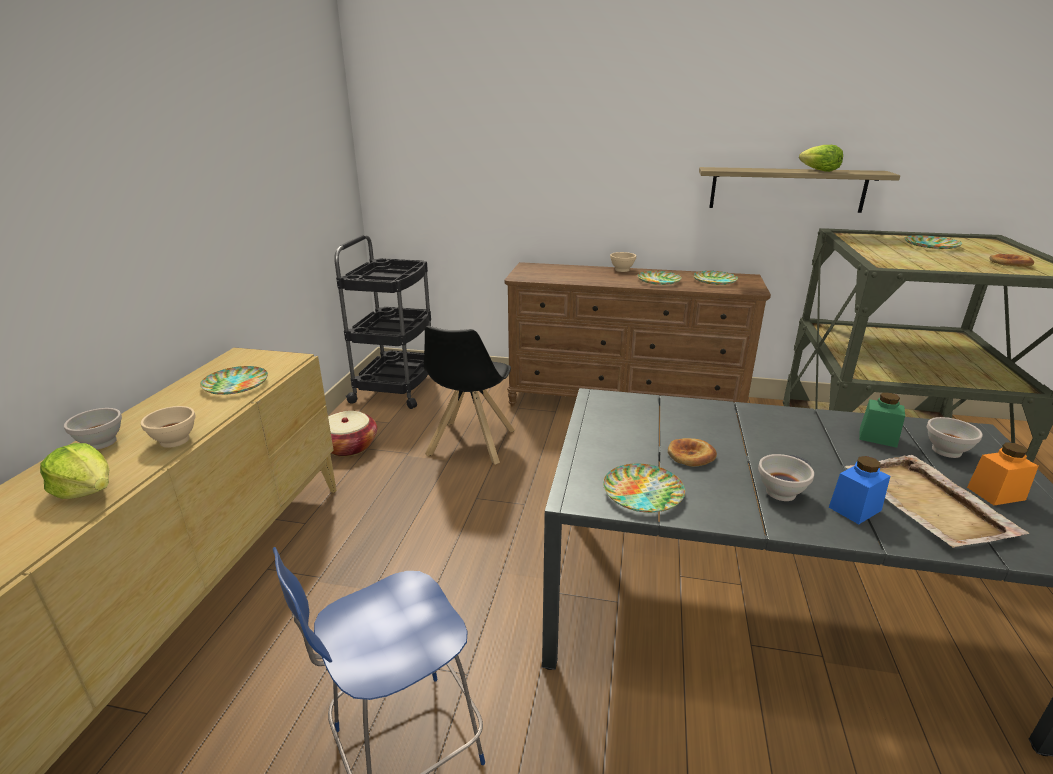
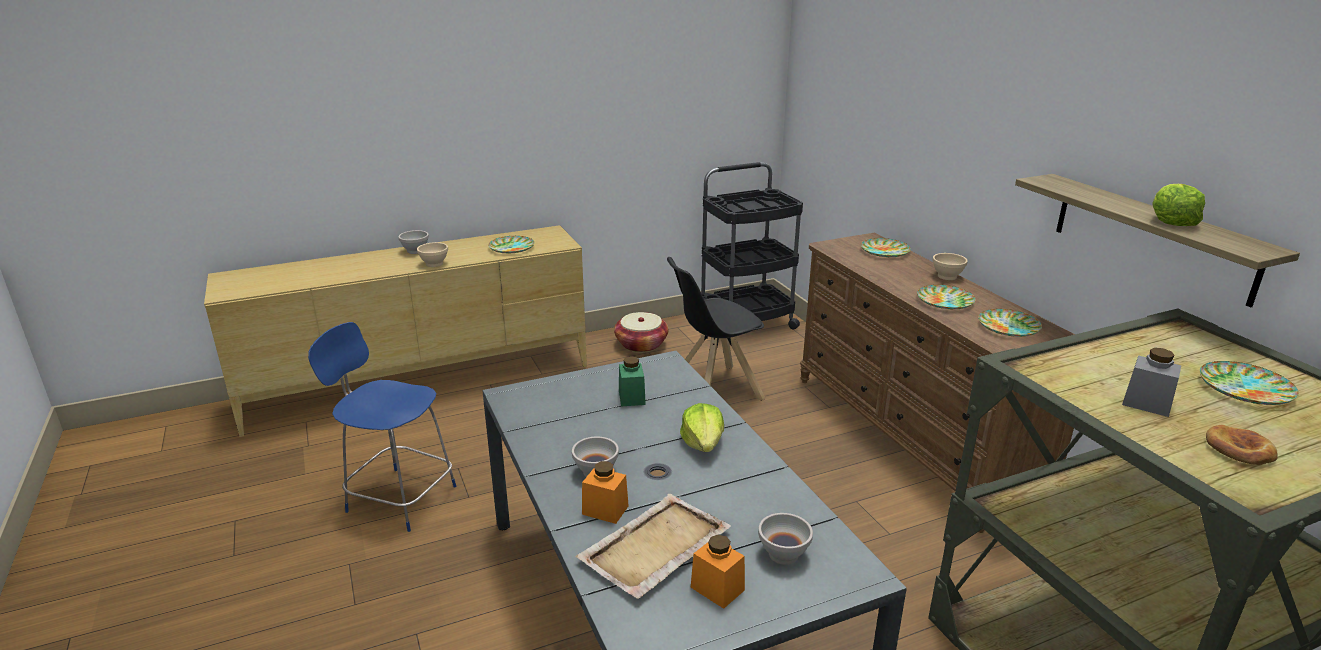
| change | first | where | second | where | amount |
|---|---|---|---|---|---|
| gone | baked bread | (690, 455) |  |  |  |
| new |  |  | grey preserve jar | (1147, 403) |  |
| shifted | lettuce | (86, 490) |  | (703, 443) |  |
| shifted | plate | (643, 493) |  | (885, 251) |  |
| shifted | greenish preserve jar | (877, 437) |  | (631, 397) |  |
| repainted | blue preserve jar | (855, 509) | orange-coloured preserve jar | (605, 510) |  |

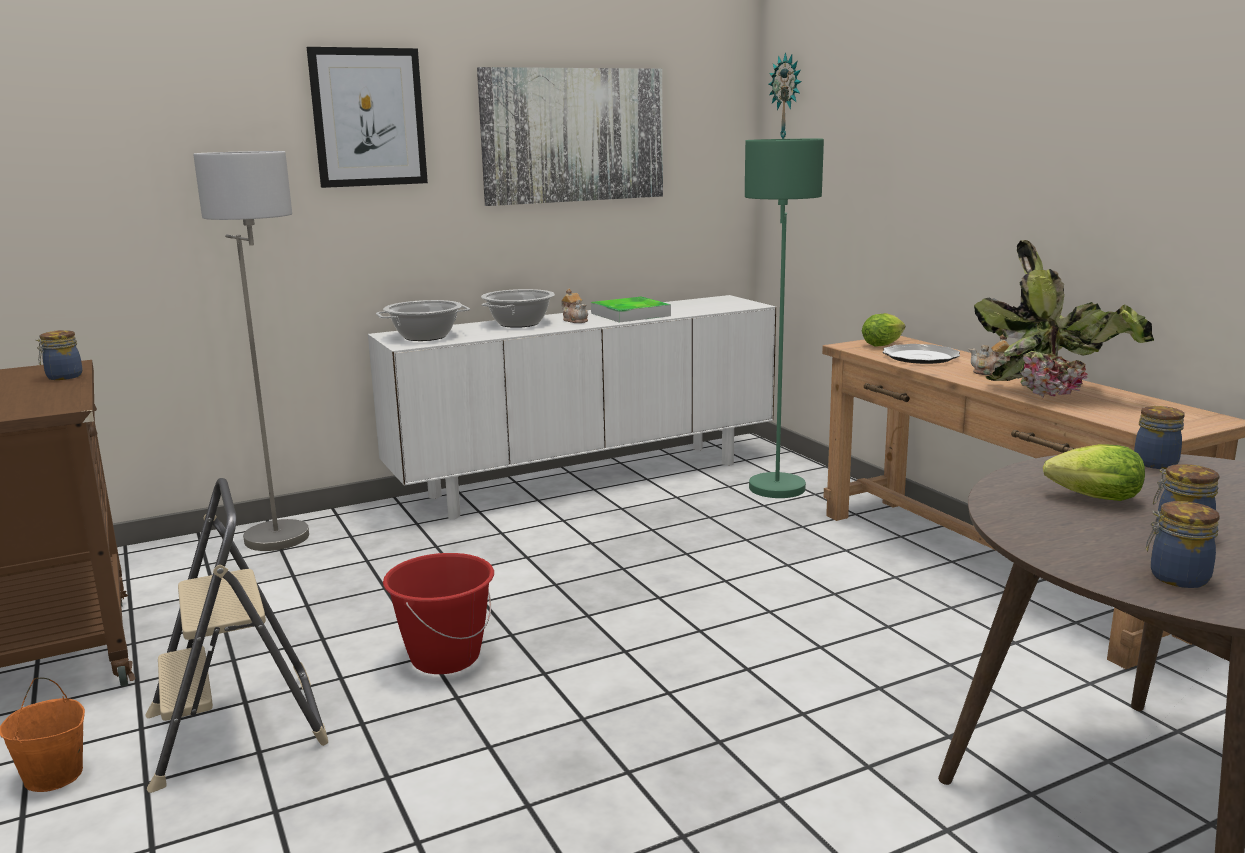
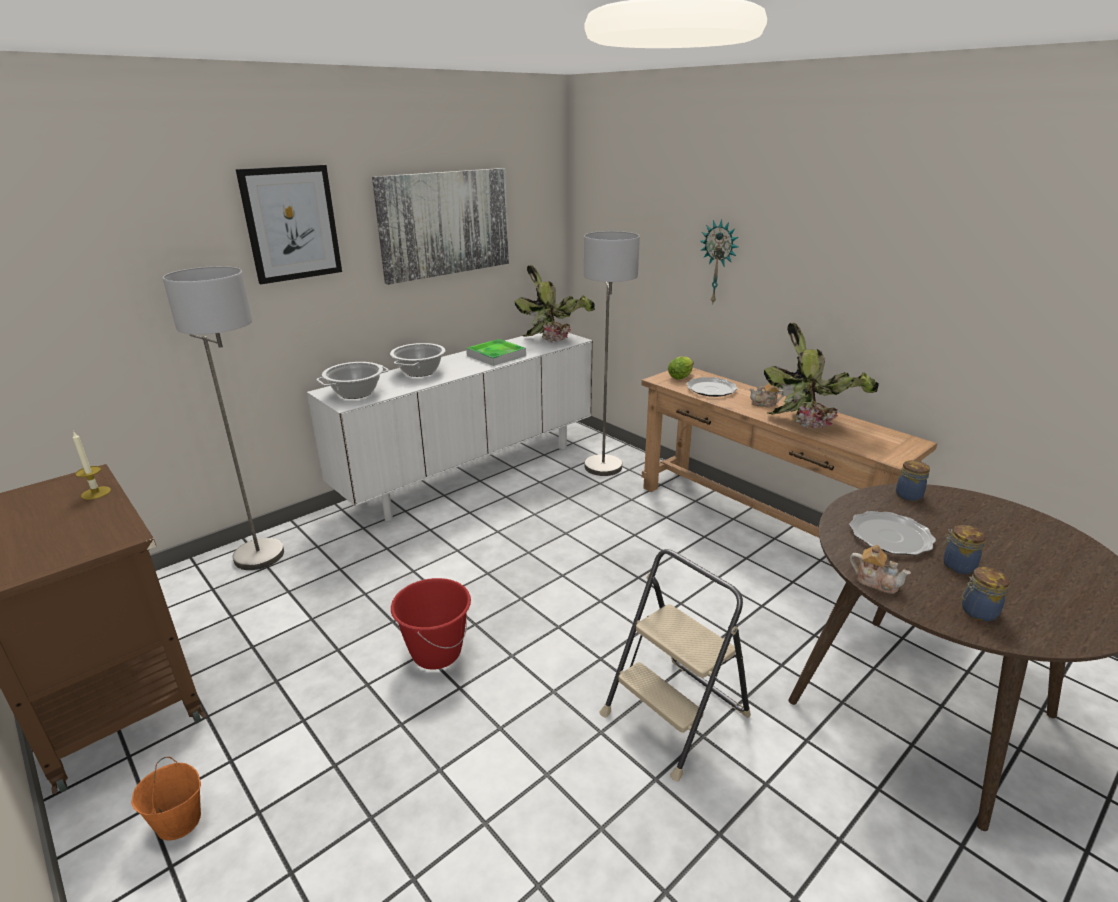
| change | first | where | second | where | amount |
|---|---|---|---|---|---|
| new |  |  | potted plant | (555, 339) |  |
| shifted | beige-coloured stepladder | (244, 727) |  | (680, 712) |  |
| shifted | teapot | (575, 320) |  | (875, 582) |  |
| shifted | clock on the wall | (787, 106) |  | (719, 262) |  |
| swapped | preserve jar | (63, 377) | wax candle | (96, 493) |  |
| swapped | lettuce | (1089, 498) | plate | (890, 536) |  |
| repainted | greenish floor lamp | (776, 494) | grey floor lamp | (604, 472) |  |

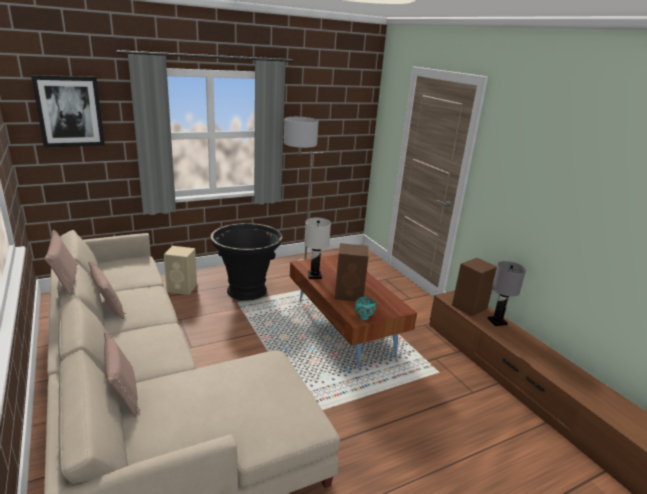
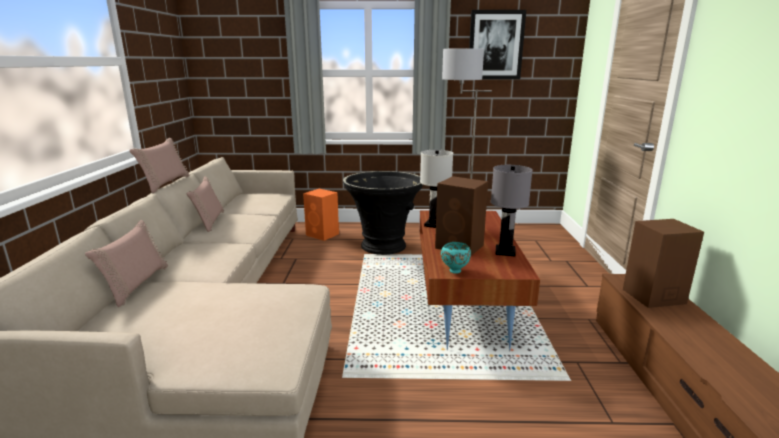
| change | first | where | second | where | amount |
|---|---|---|---|---|---|
| shifted | wall art | (70, 111) |  | (495, 45) |  |
| shifted | grey tabletop lamp | (497, 322) |  | (505, 252) |  |
| repainted | beige-coloured audio speaker | (182, 288) | orange-coloured audio speaker | (323, 235) |  |

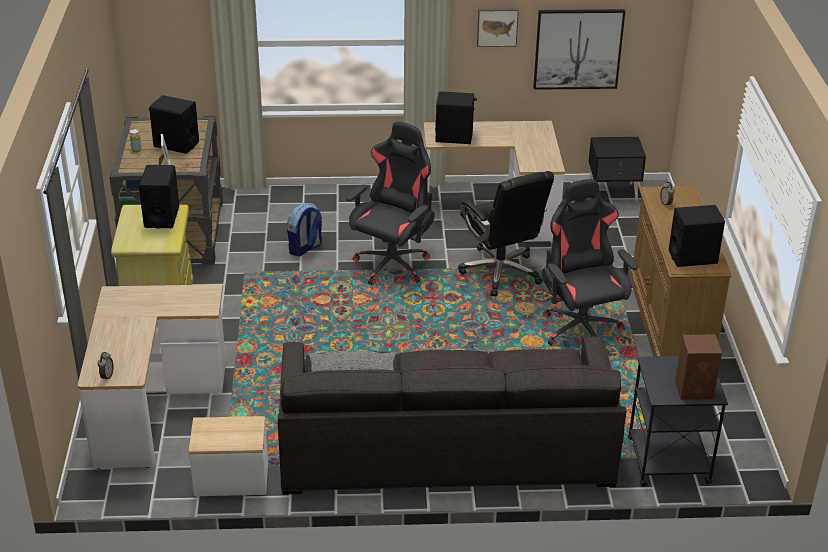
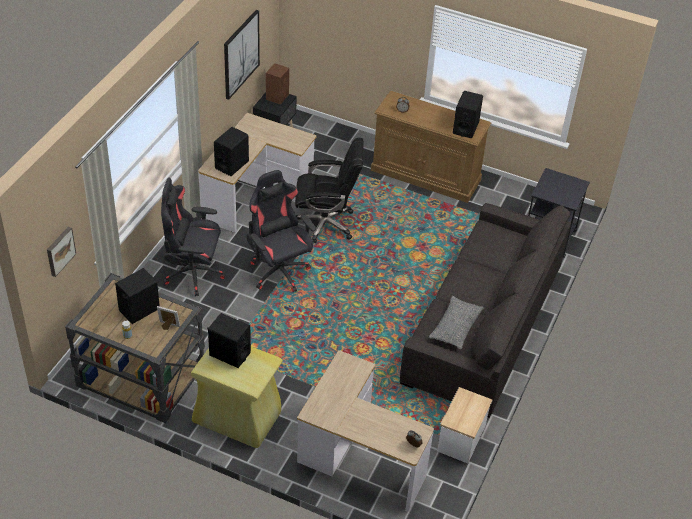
| change | first | where | second | where | amount |
|---|---|---|---|---|---|
| gone | knapsack | (305, 248) |  |  |  |
| shifted | wall art | (497, 26) |  | (59, 251) |  |
| shifted | black desk chair | (581, 330) |  | (194, 273) |  |
| shifted | brown-coloured audio speaker | (695, 390) |  | (277, 96) |  |

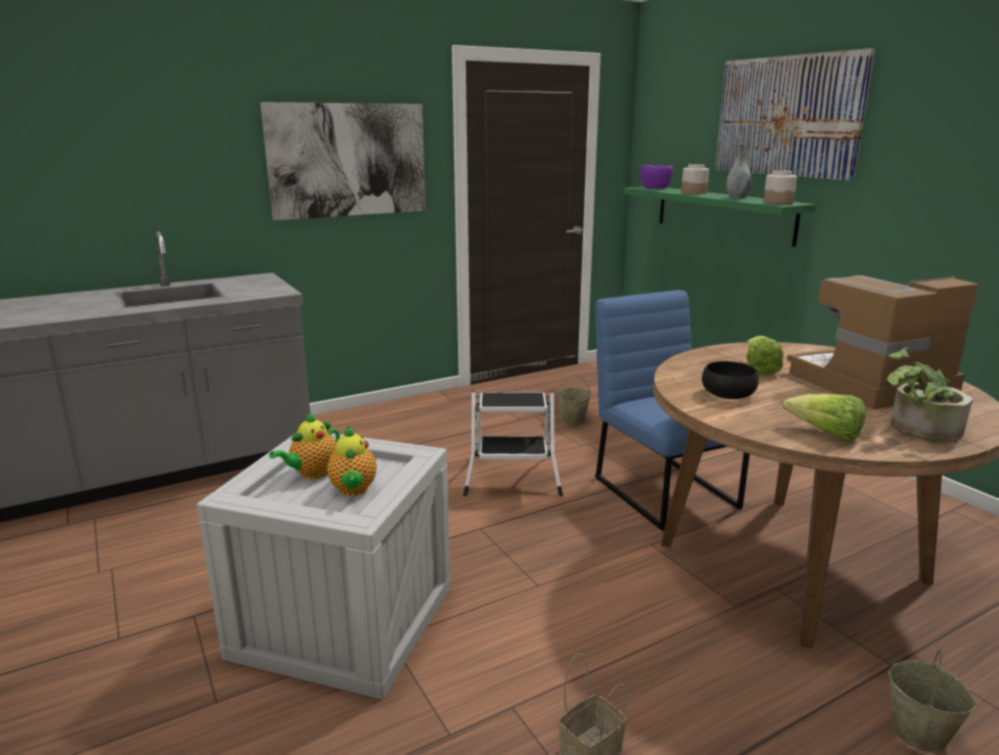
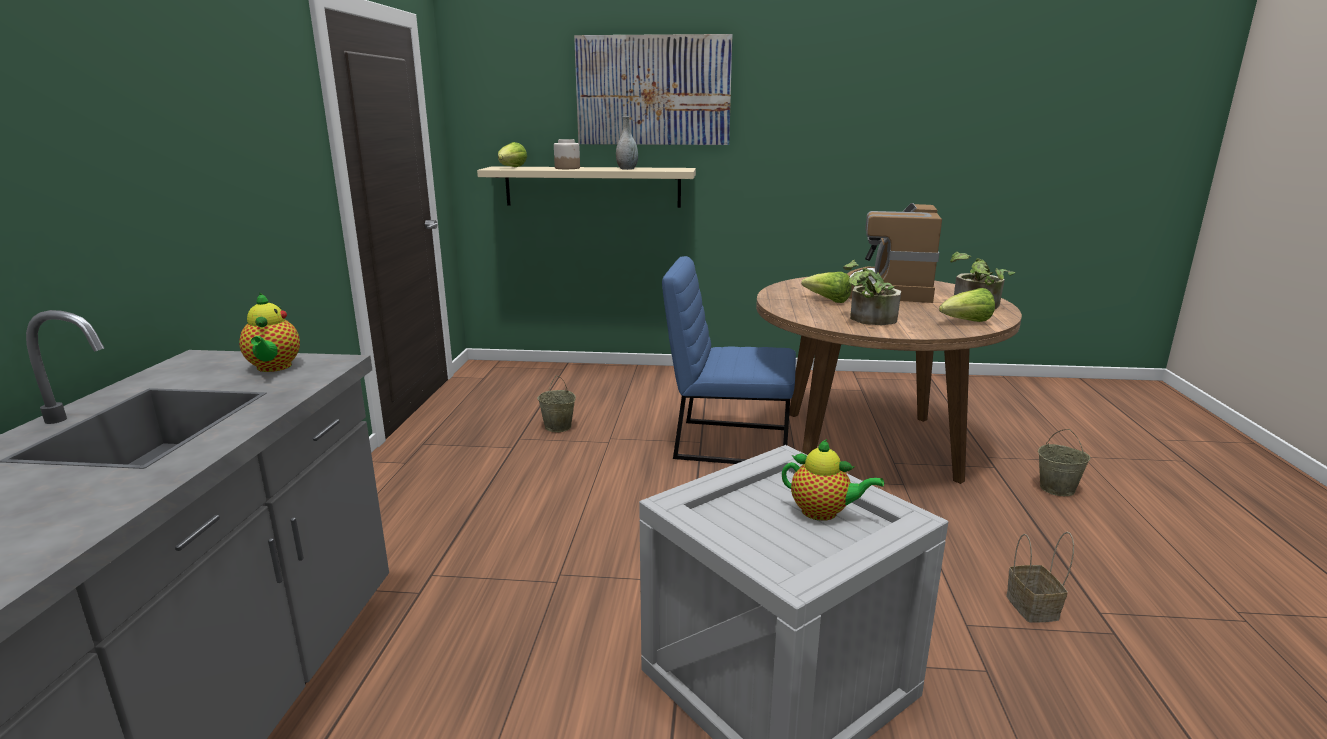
| change | first | where | second | where | amount |
|---|---|---|---|---|---|
| gone | wall art | (348, 160) |  |  |  |
| gone | stepladder | (512, 475) |  |  |  |
| gone | preserve jar | (777, 203) |  |  |  |
| shifted | teapot | (312, 474) |  | (273, 368) |  |
| swapped | purple deep dish | (656, 188) | lettuce | (511, 168) |  |
| swapped | black deep dish | (727, 394) | potted plant | (868, 319) |  |
| repainted | greenish shelf | (723, 214) | beige-coloured shelf | (592, 186) |  |

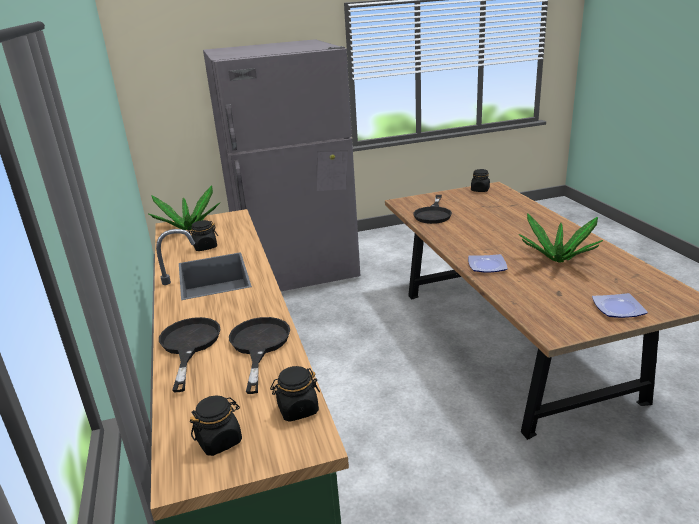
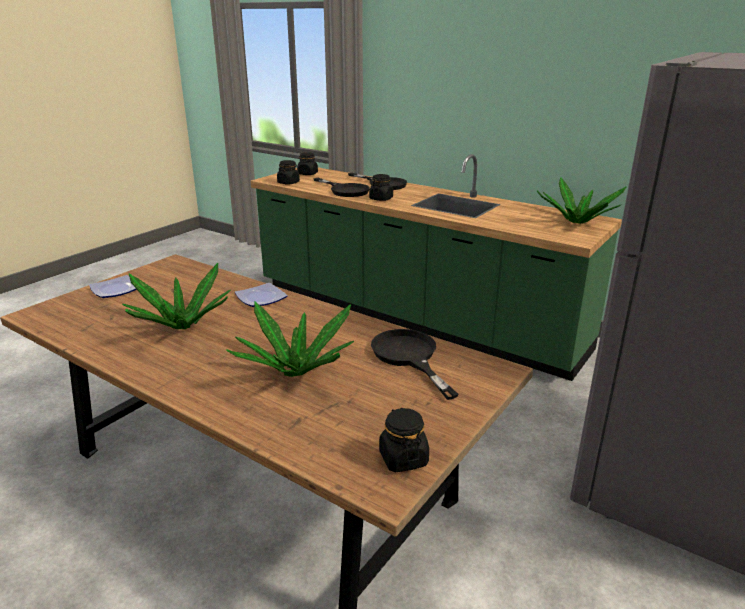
| change | first | where | second | where | amount |
|---|---|---|---|---|---|
| new |  |  | potted plant | (296, 371) |  |
| shifted | black preserve jar | (205, 247) |  | (381, 199) |  |

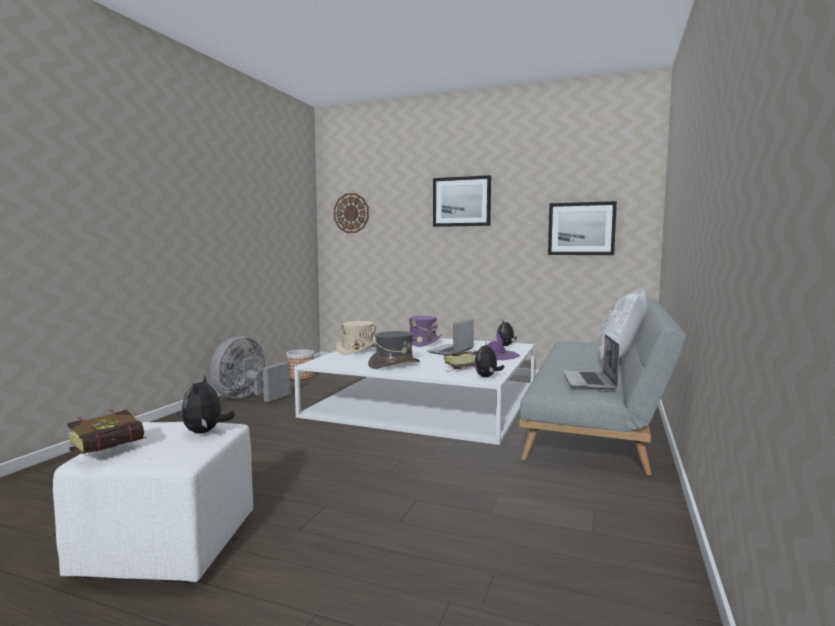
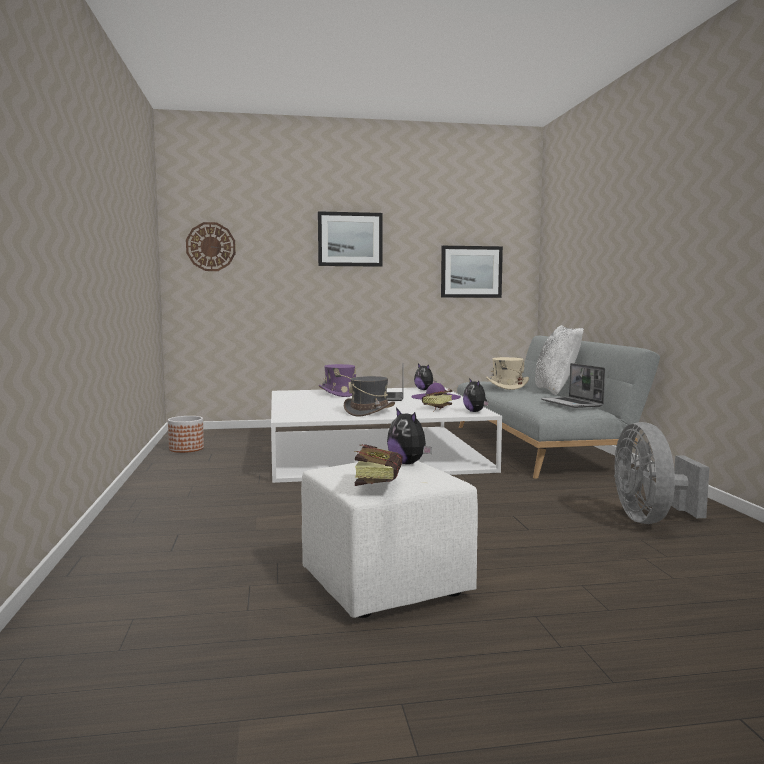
| change | first | where | second | where | amount |
|---|---|---|---|---|---|
| shifted | grey fan | (248, 398) |  | (651, 519) |  |
| shifted | beige-coloured clothing hat | (358, 350) |  | (506, 386) |  |

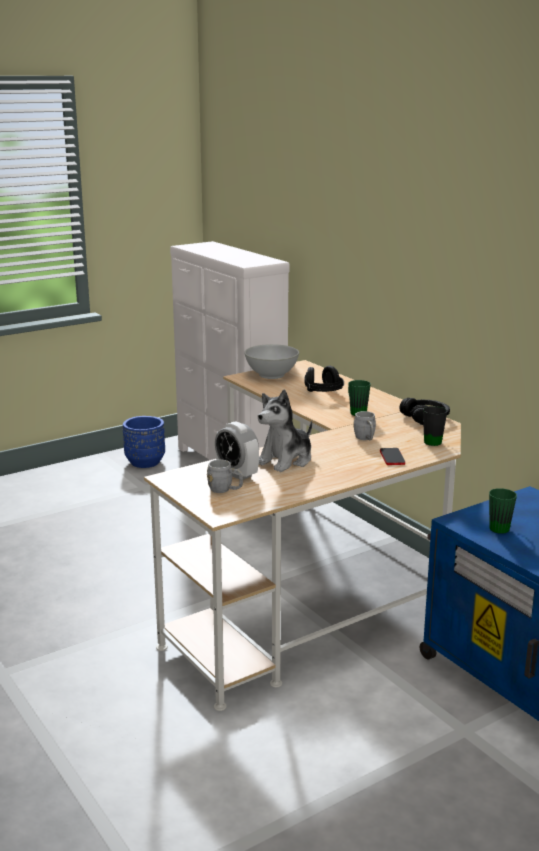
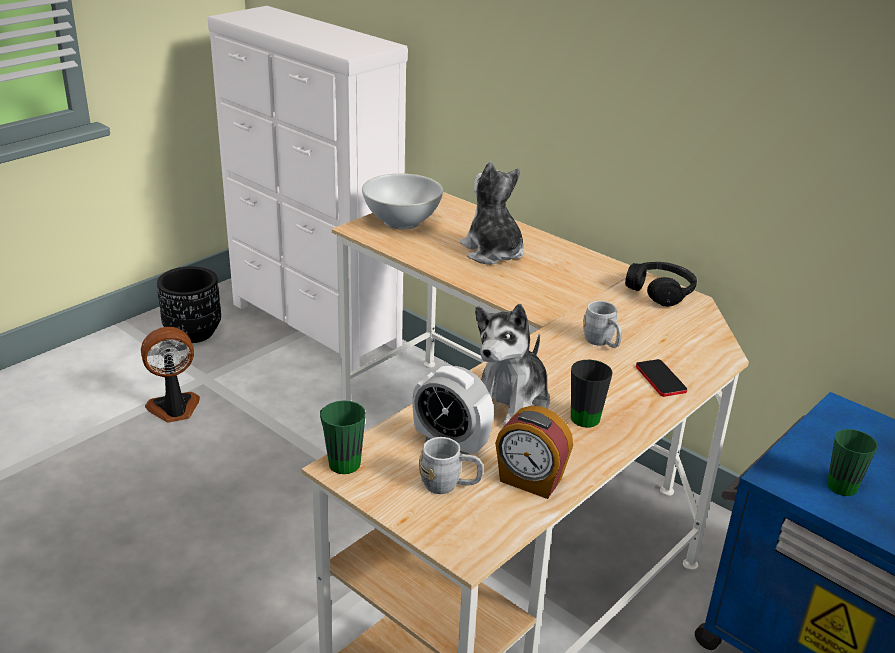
| change | first | where | second | where | amount |
|---|---|---|---|---|---|
| new |  |  | fan | (174, 409) |  |
| new |  |  | bedside clock | (530, 481) |  |
| shifted | greenish tea mug | (356, 412) |  | (339, 459) |  |
| shifted | black tea mug | (434, 441) |  | (587, 414) |  |
| swapped | black headset | (323, 393) | soft toy | (493, 252) |  |
| repainted | blue plant pot | (145, 462) | black plant pot | (193, 332) |  |

